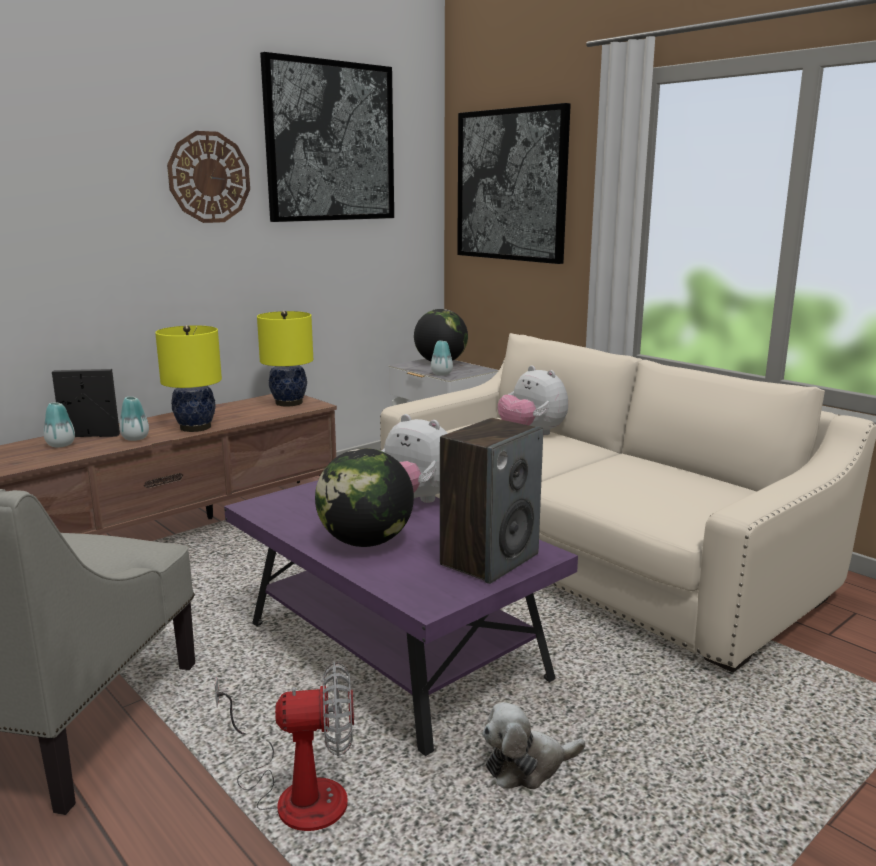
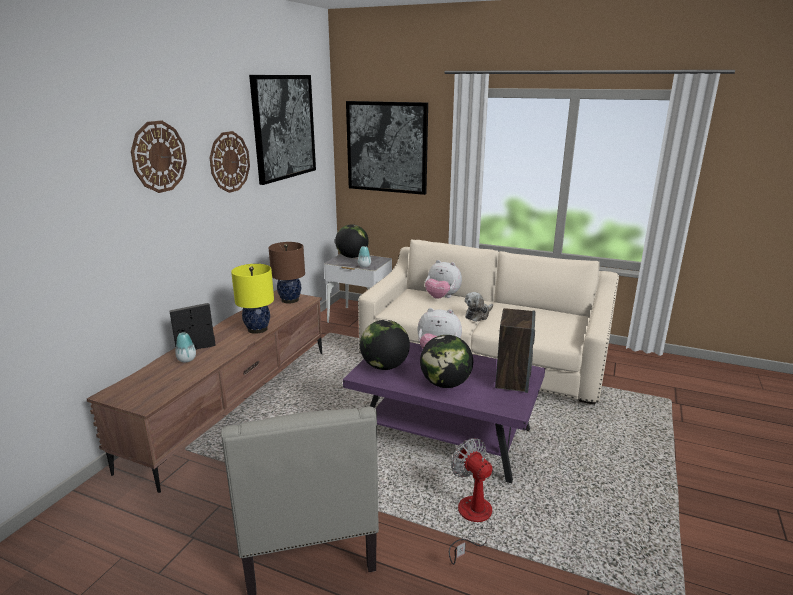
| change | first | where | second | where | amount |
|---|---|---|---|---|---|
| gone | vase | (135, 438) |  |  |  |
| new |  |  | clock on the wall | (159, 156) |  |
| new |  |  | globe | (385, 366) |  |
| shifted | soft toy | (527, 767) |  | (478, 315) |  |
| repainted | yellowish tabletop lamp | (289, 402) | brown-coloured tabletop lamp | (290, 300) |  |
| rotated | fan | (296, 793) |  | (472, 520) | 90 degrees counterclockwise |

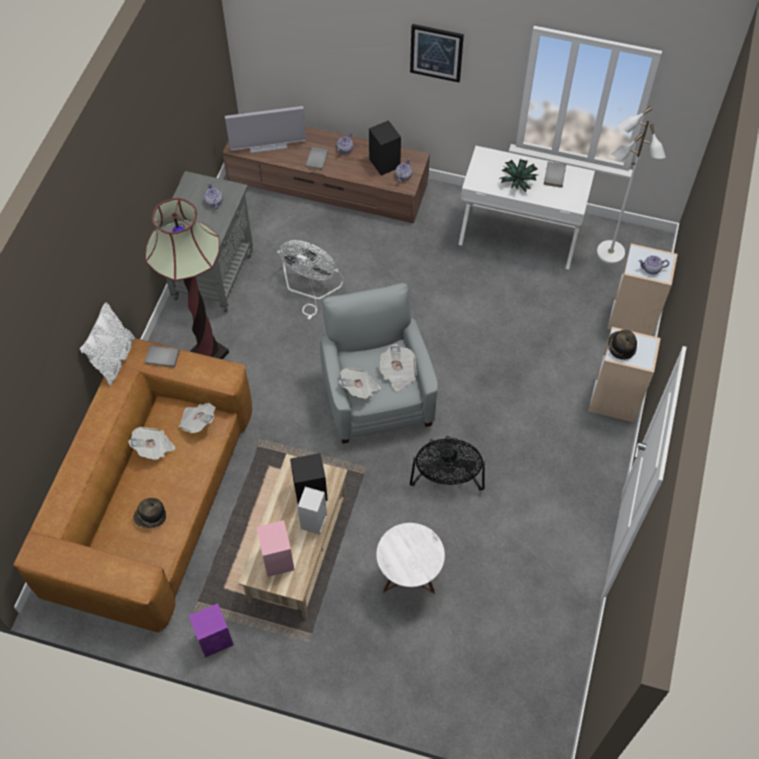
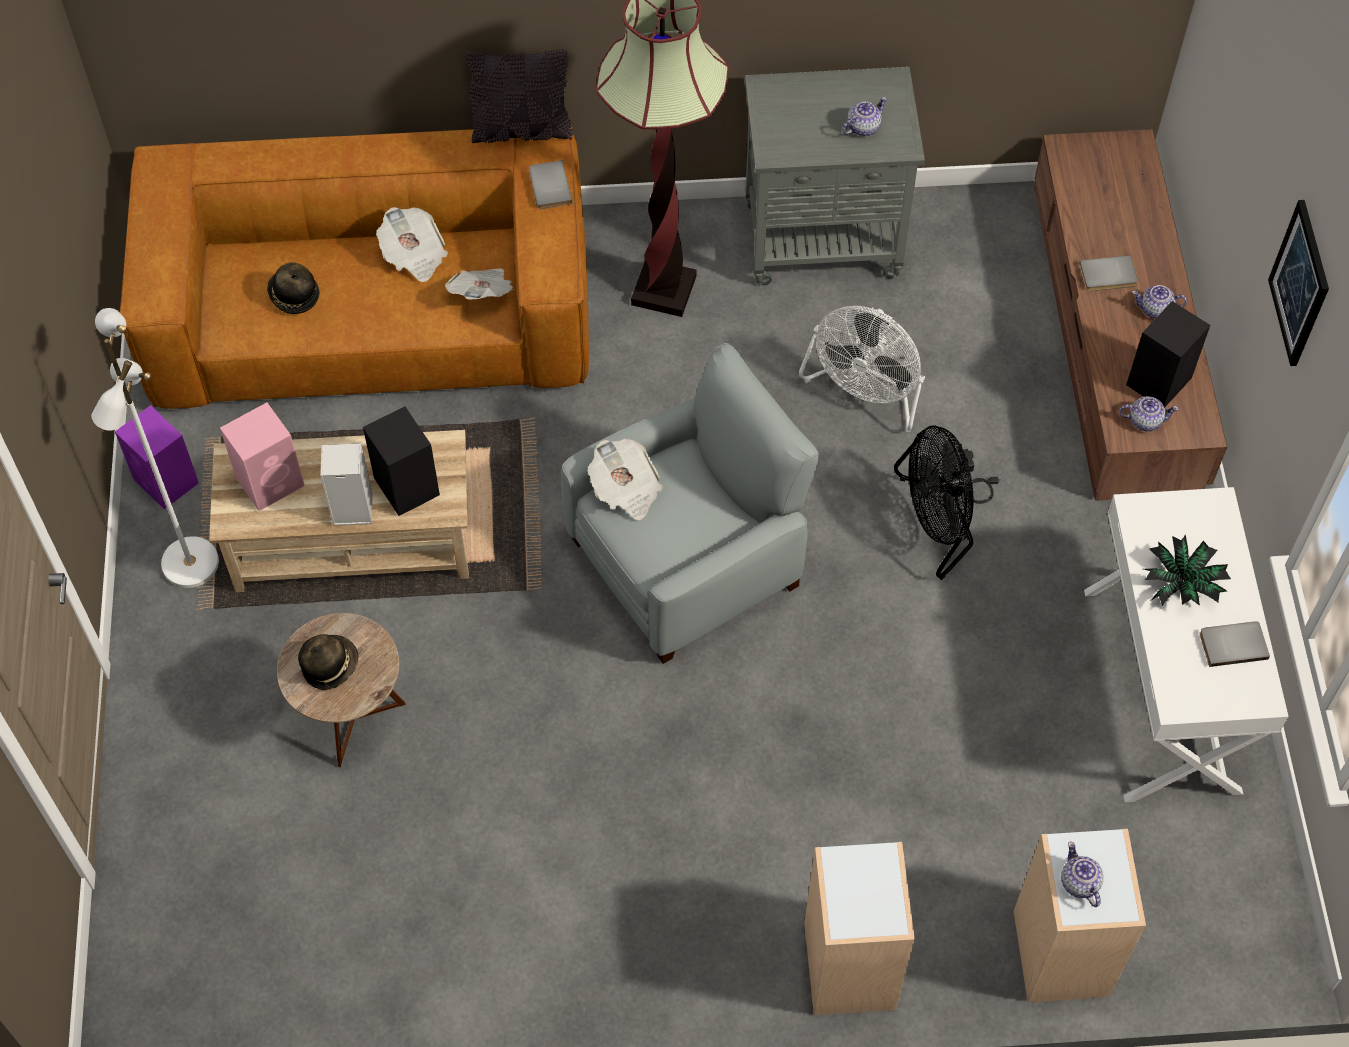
| change | first | where | second | where | amount |
|---|---|---|---|---|---|
| gone | TV set | (268, 145) |  |  |  |
| gone | daily paper | (398, 373) |  |  |  |
| shifted | black fan | (444, 474) |  | (943, 518) |  |
| shifted | white-coloured floor lamp | (610, 253) |  | (188, 563) |  |
| shifted | clothing hat | (620, 347) |  | (329, 665) |  |
| repainted | white-coloured throw pillow | (115, 359) | black throw pillow | (522, 130) |  |
| repainted | white-coloured accent table | (409, 579) | brown-coloured accent table | (353, 719) |  |
| rotated | white-coloured fan | (309, 289) |  | (864, 386) | 120 degrees clockwise |

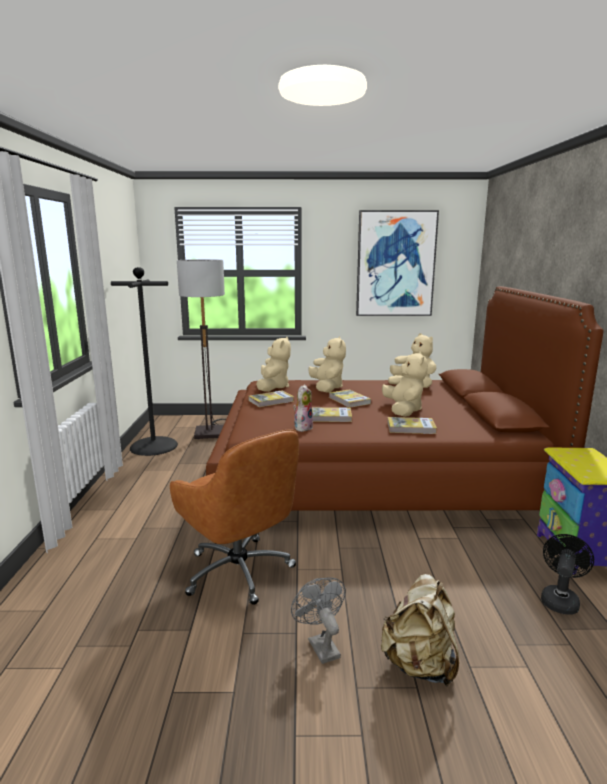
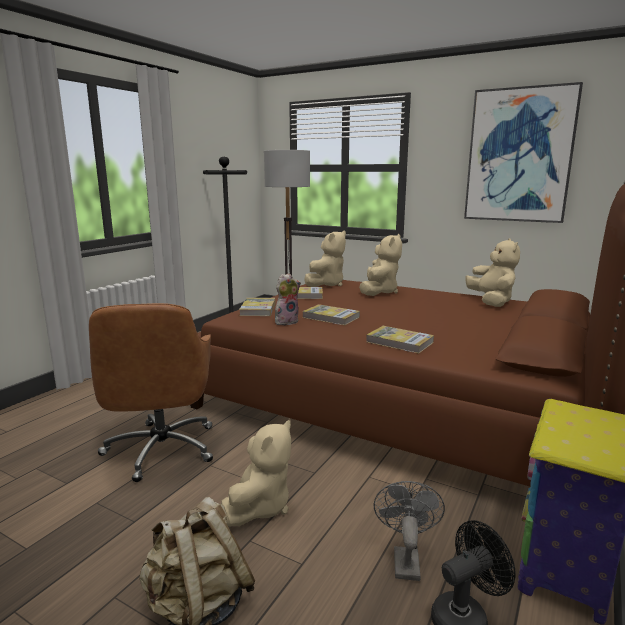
| change | first | where | second | where | amount |
|---|---|---|---|---|---|
| shifted | grey fan | (320, 645) |  | (405, 559) |  |
| shifted | volume | (349, 400) |  | (258, 309) |  |
| shifted | beige-coloured soft toy | (403, 410) |  | (260, 506) |  |

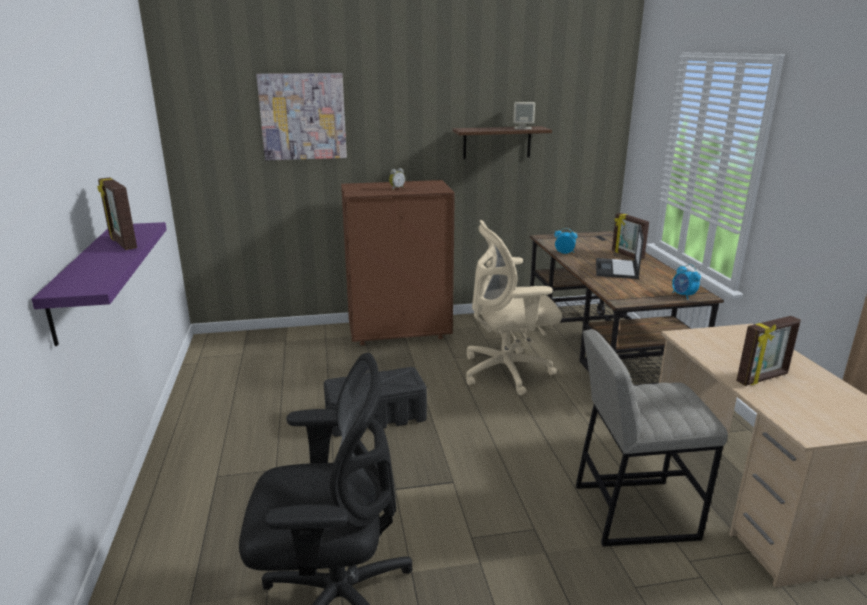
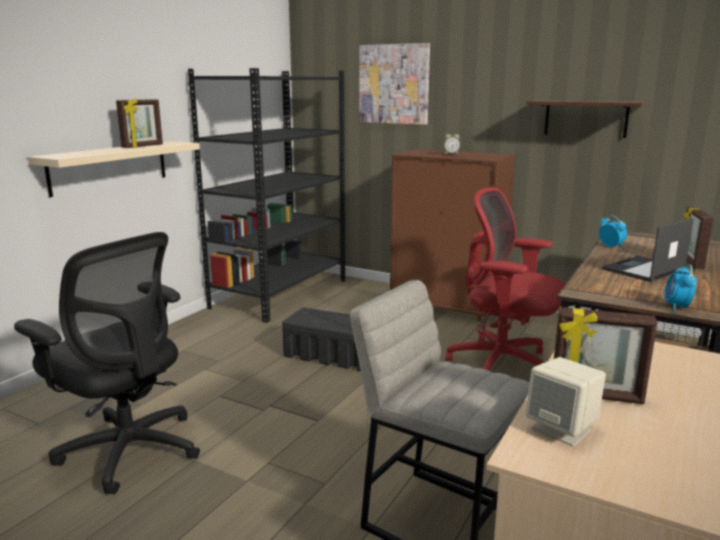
| change | first | where | second | where | amount |
|---|---|---|---|---|---|
| new |  |  | black bookshelf | (280, 293) |  |
| shifted | beige-coloured audio speaker | (523, 128) |  | (562, 429) |  |
| repainted | purple shelf | (83, 280) | beige-coloured shelf | (109, 167) |  |
| repainted | beige-coloured desk chair | (511, 370) | red desk chair | (507, 363) |  |
| rotated | picture frame | (122, 243) |  | (143, 146) | 150 degrees counterclockwise |

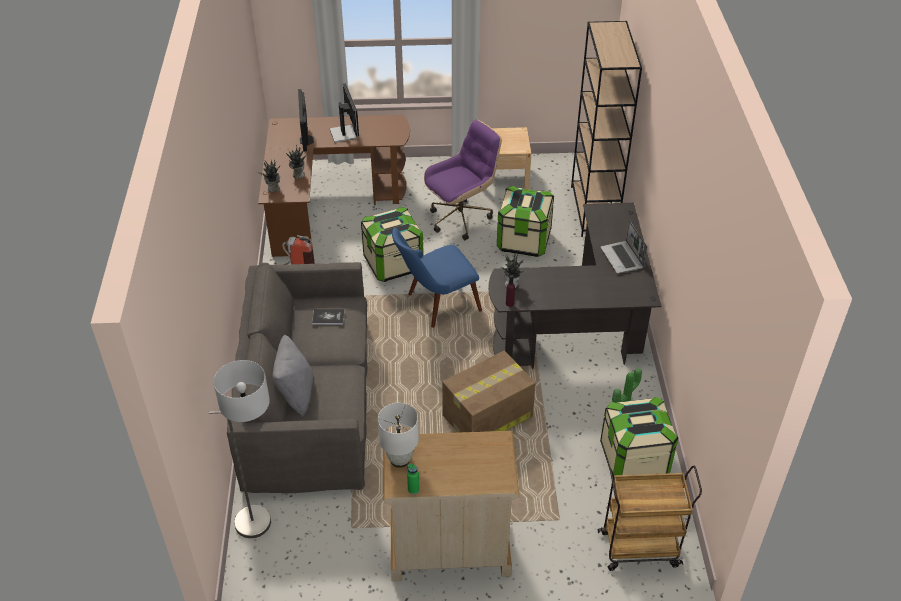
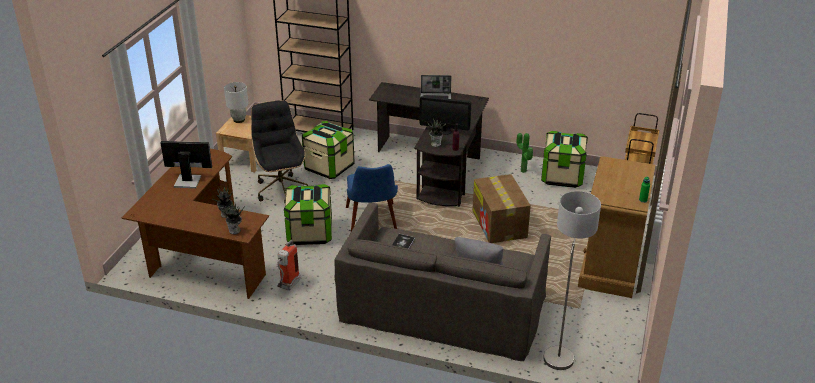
| change | first | where | second | where | amount |
|---|---|---|---|---|---|
| shifted | computer display | (306, 140) |  | (444, 131) |  |
| shifted | white-coloured tabletop lamp | (399, 459) |  | (239, 120) |  |
| repainted | purple desk chair | (462, 219) | black desk chair | (281, 188) |  |

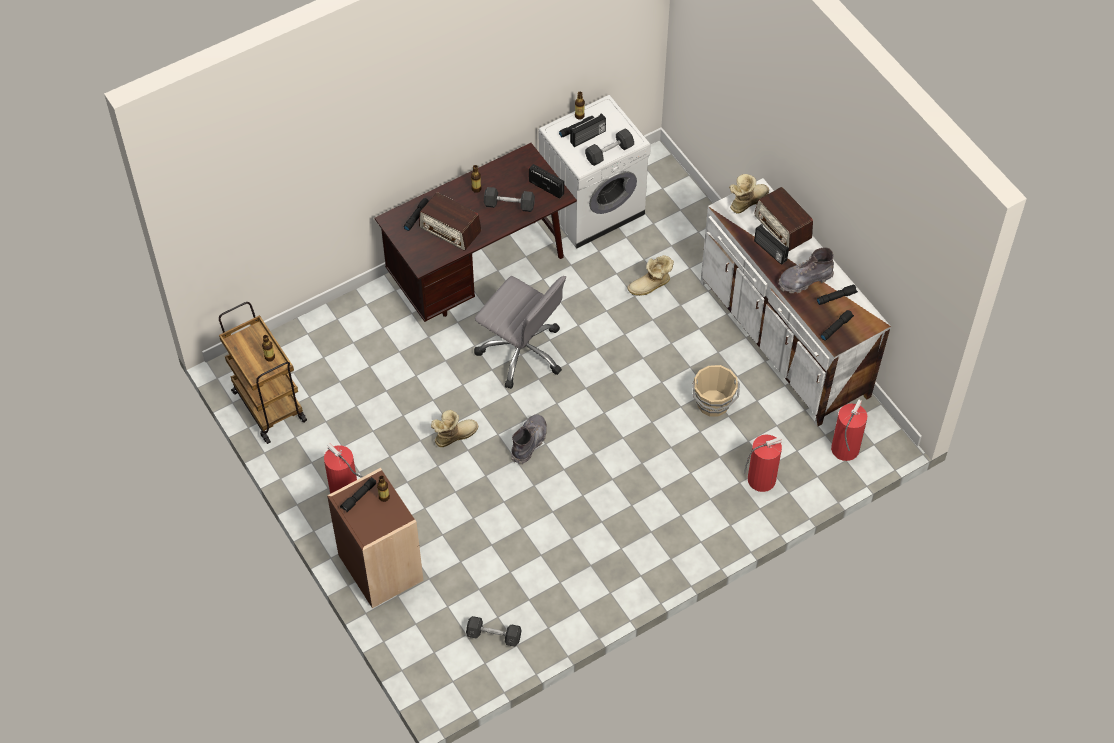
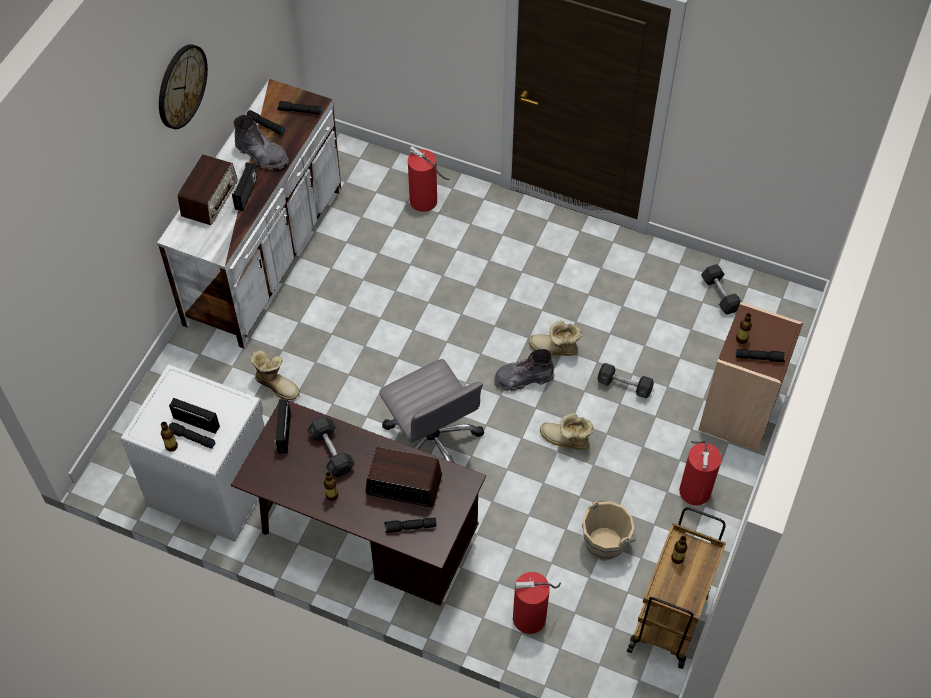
| change | first | where | second | where | amount |
|---|---|---|---|---|---|
| new |  |  | clock on the wall | (181, 86) |  |
| shifted | grey free weight | (609, 153) |  | (624, 386) |  |
| shifted | beige-coloured bucket | (713, 404) |  | (605, 542) |  |
| shifted | high-top boot | (746, 201) |  | (554, 349) |  |
| shifted | fire extinguisher | (844, 450) |  | (531, 618) |  |
| rotated | radio receiver | (450, 229) |  | (403, 485) | 75 degrees counterclockwise |
| rotated | grey desk chair | (522, 352) |  | (432, 443) | 150 degrees clockwise |

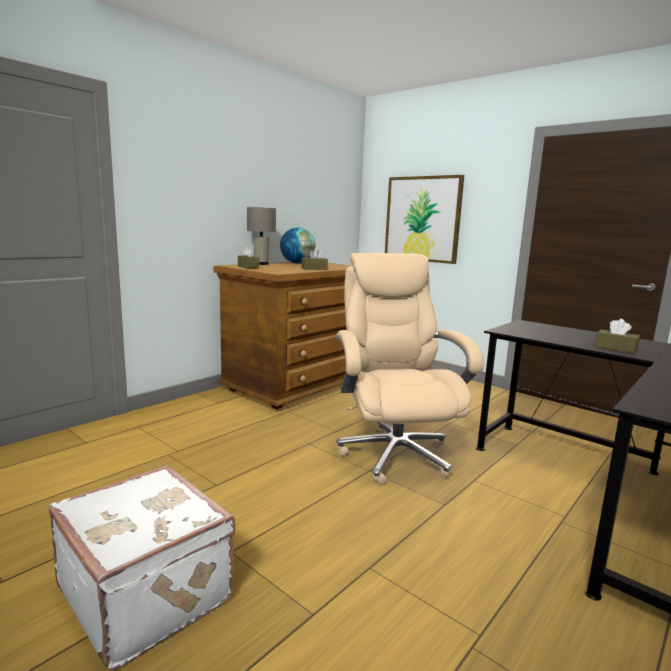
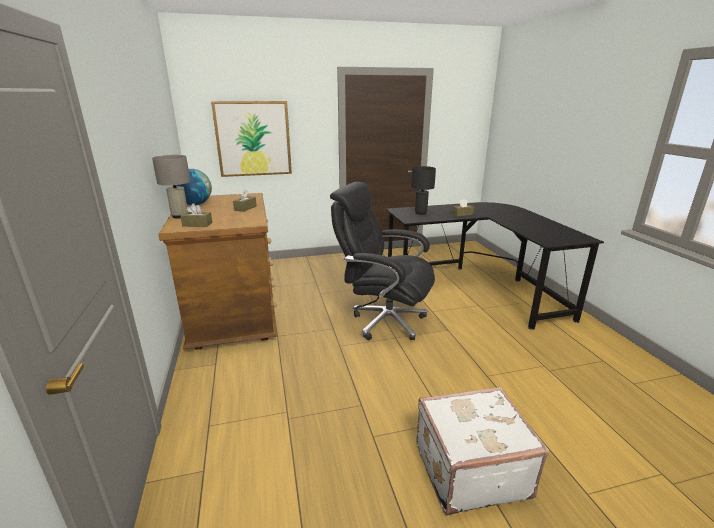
| change | first | where | second | where | amount |
|---|---|---|---|---|---|
| new |  |  | black tabletop lamp | (420, 213) |  |
| repainted | beige-coloured desk chair | (393, 454) | black desk chair | (384, 321) |  |

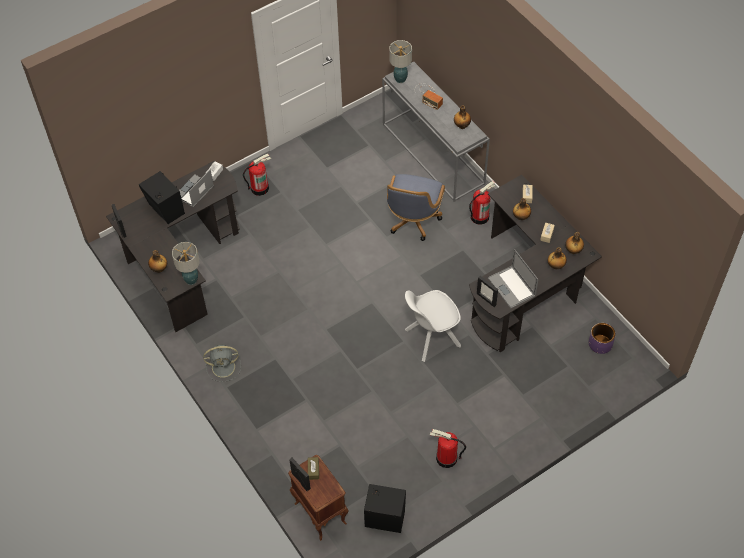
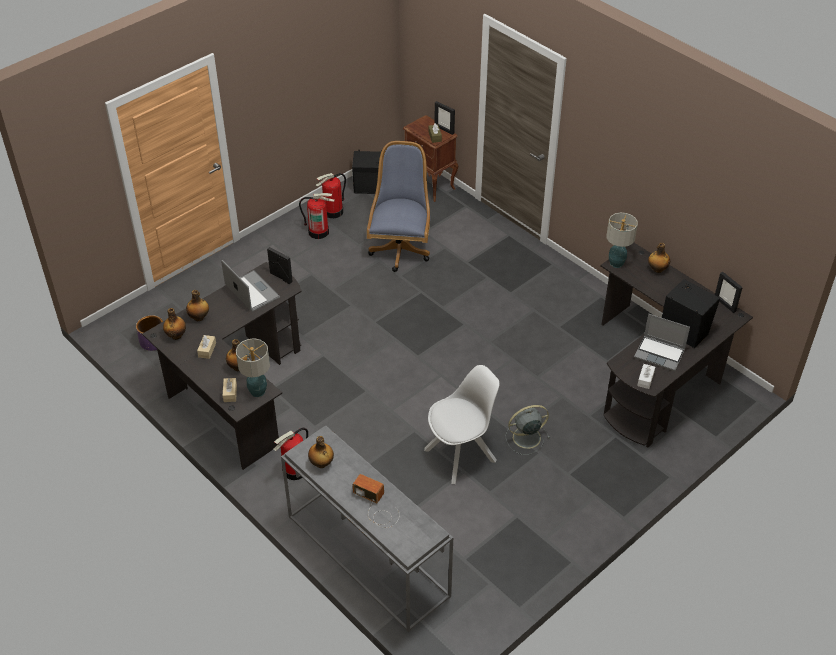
| change | first | where | second | where | amount |
|---|---|---|---|---|---|
| shifted | grey fan | (224, 367) |  | (525, 438) |  |
| shifted | fire extinguisher | (259, 188) |  | (333, 212) |  |
| shifted | blue desk chair | (412, 224) |  | (400, 247) |  |
| shifted | tabletop lamp | (400, 79) |  | (257, 392) |  |
| shifted | white-coloured upright chair | (431, 338) |  | (461, 455) |  |
| rotated | portable computer | (194, 192) |  | (660, 354) | 90 degrees clockwise |

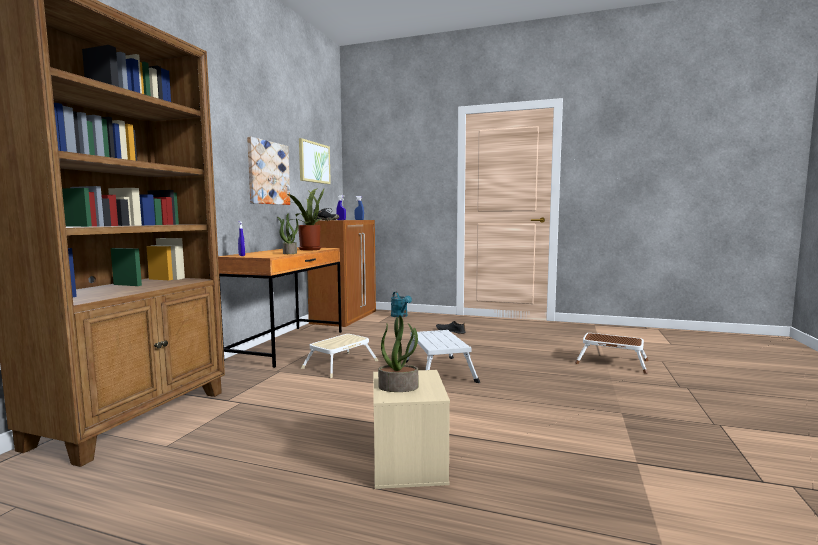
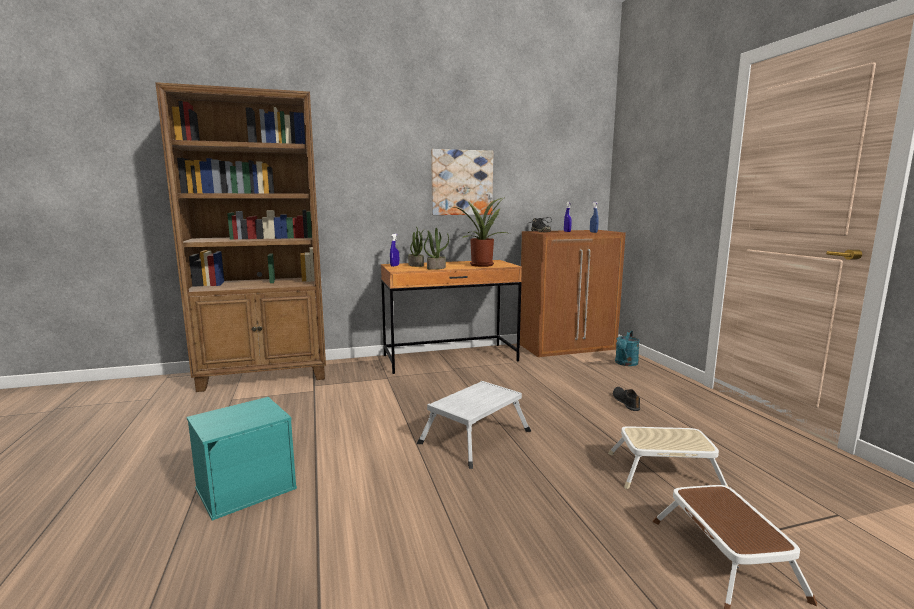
| change | first | where | second | where | amount |
|---|---|---|---|---|---|
| gone | wall art | (314, 162) |  |  |  |
| shifted | beige-coloured stepladder | (340, 364) |  | (664, 471) |  |
| shifted | potted plant | (399, 387) |  | (416, 265) |  |
| repainted | beige-coloured storage box | (407, 462) | blue-green storage box | (247, 487) |  |

